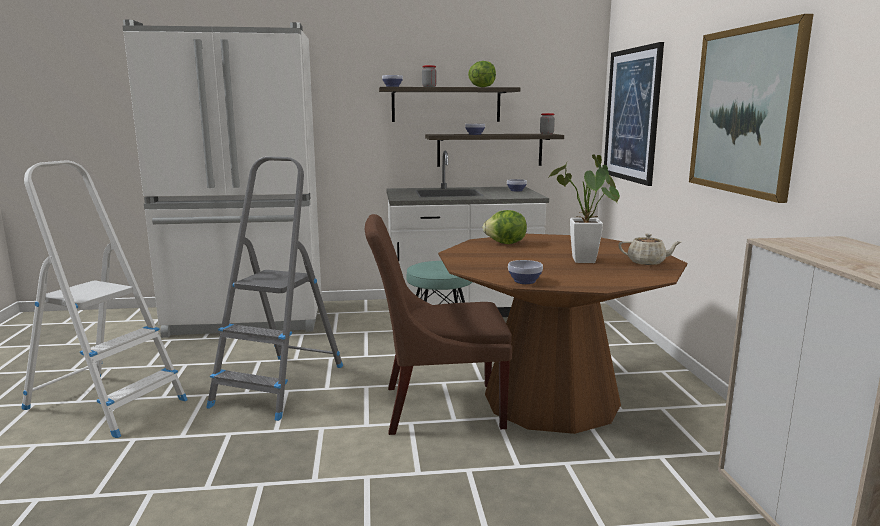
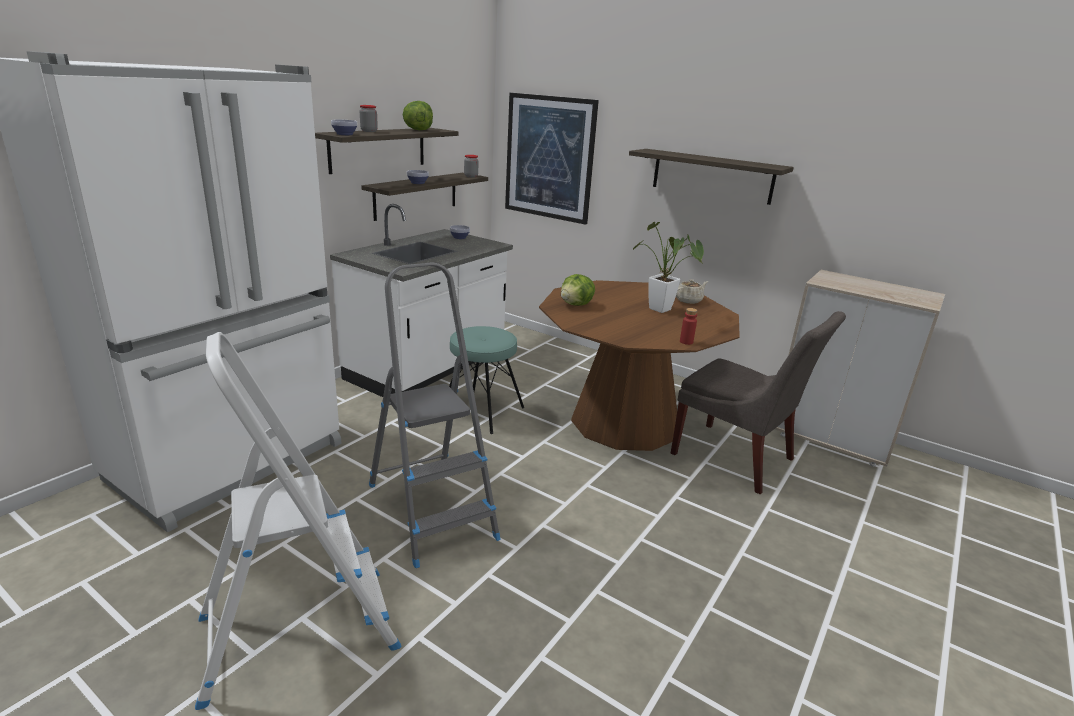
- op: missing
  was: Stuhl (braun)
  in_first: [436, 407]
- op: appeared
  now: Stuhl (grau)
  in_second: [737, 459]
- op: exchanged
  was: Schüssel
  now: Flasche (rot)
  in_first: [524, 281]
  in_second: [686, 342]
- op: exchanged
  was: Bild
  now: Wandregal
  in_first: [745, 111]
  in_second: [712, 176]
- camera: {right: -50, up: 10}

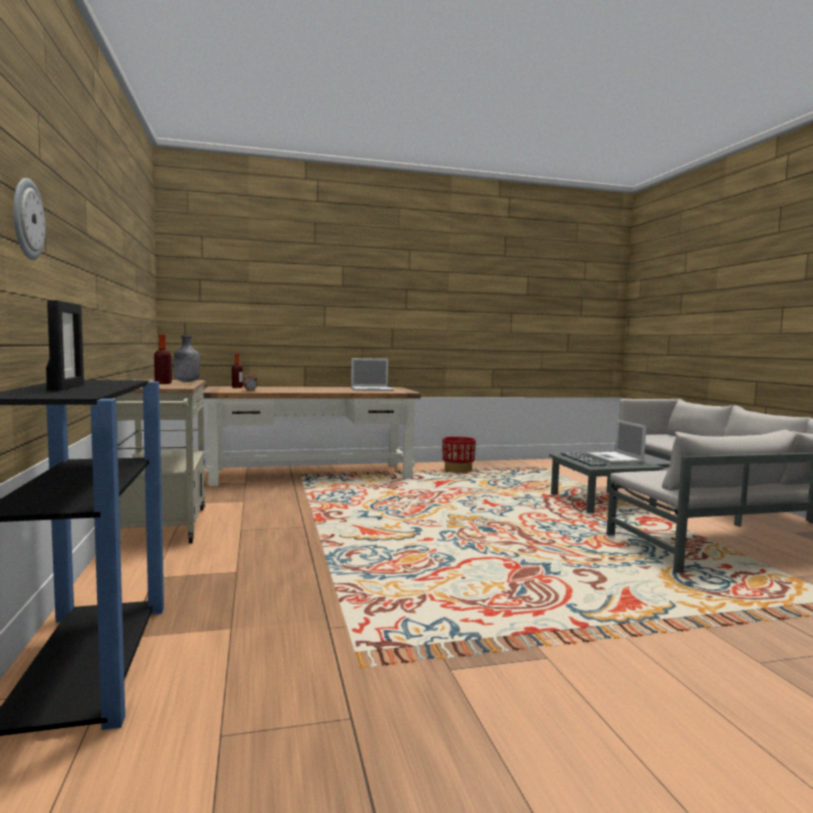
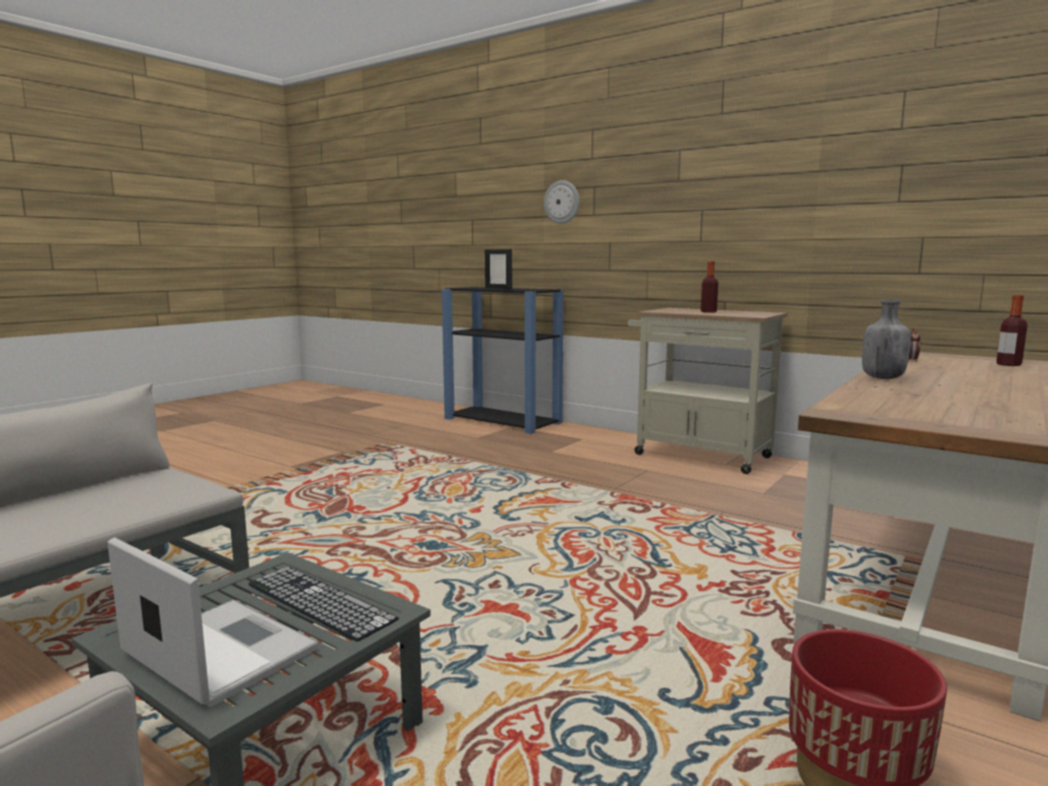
- op: missing
  was: Laptop
  in_first: [373, 389]
- op: relocated
  was: Flasche (grau)
  in_first: [186, 381]
  in_second: [882, 378]
- camera: {right: 140, up: 5}

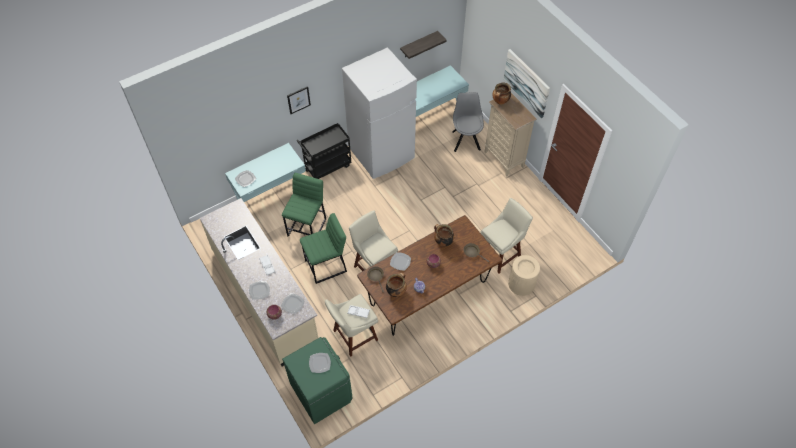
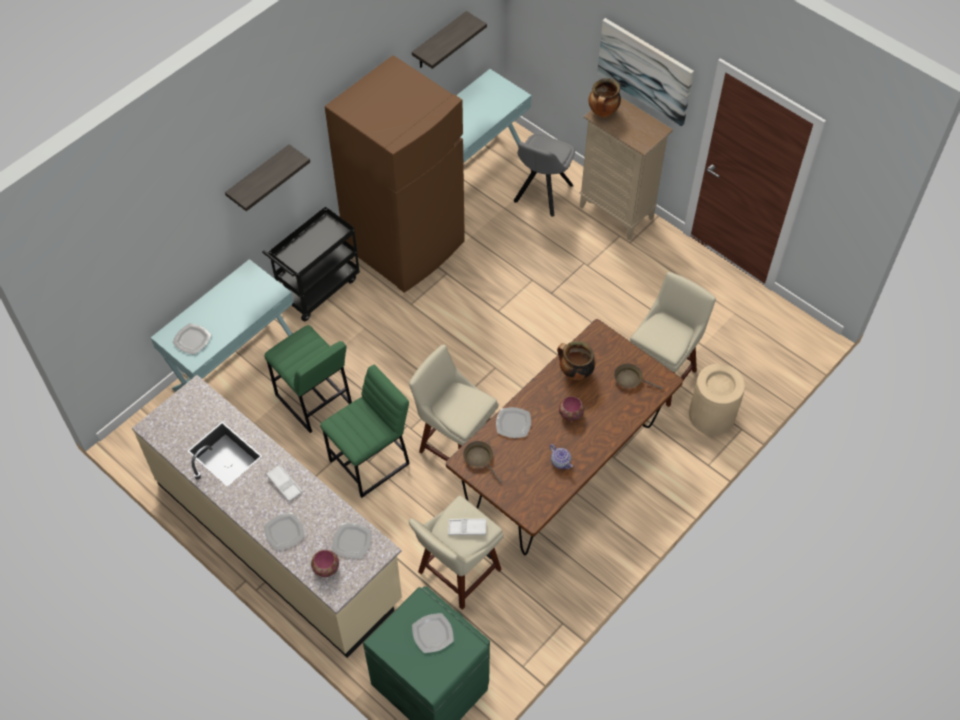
- op: missing
  was: Kochtopf
  in_first: [396, 291]
- op: exchanged
  was: Bild
  now: Wandregal
  in_first: [298, 100]
  in_second: [259, 178]
- op: colour
  was: Kühlschrank (weiß)
  now: Kühlschrank (braun)
  in_first: [381, 153]
  in_second: [405, 244]
- op: spun
  was: Stuhl (grün)
  in_first: [307, 226]
  in_second: [315, 400]
  clockwise: 135
- op: spun
  was: Stuhl (grau)
  in_first: [465, 140]
  in_second: [542, 193]
  clockwise: -135
- camera: {right: -15, up: 0}

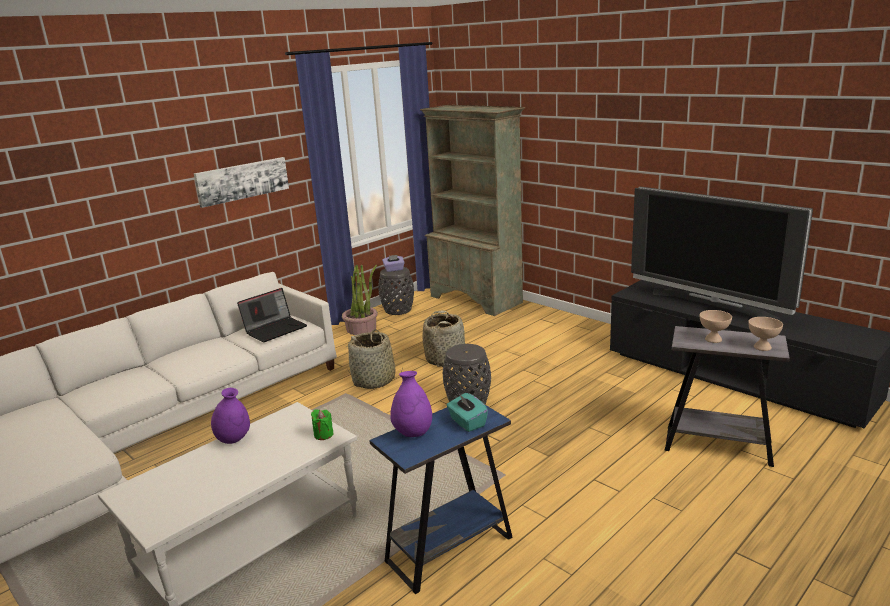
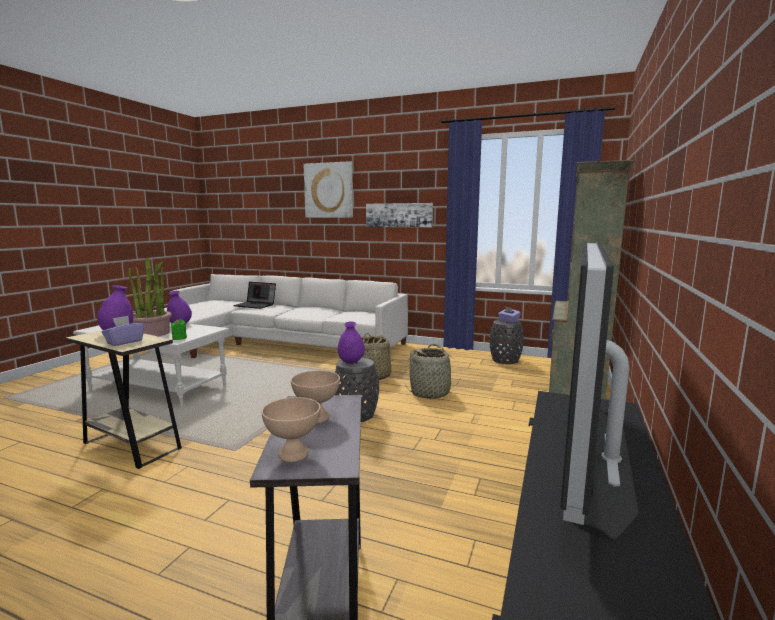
- op: appeared
  now: Bild
  in_second: [329, 190]
- op: appeared
  now: Vase (lila)
  in_second: [351, 362]
- op: relocated
  was: Laptop
  in_first: [275, 329]
  in_second: [256, 305]
- op: relocated
  was: Topfpflanze
  in_first: [361, 328]
  in_second: [151, 333]
- op: colour
  was: Beistelltisch (blau)
  now: Beistelltisch (beige)
  in_first: [449, 549]
  in_second: [132, 445]
- op: colour
  was: Taschentuchbox (türkis)
  now: Taschentuchbox (lila)
  in_first: [467, 422]
  in_second: [124, 342]
- camera: {right: 65, up: -10}

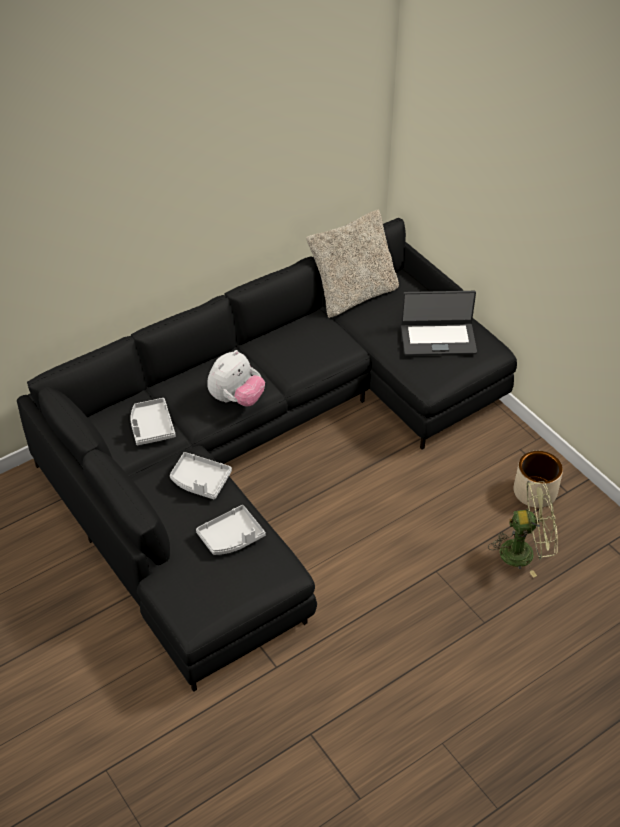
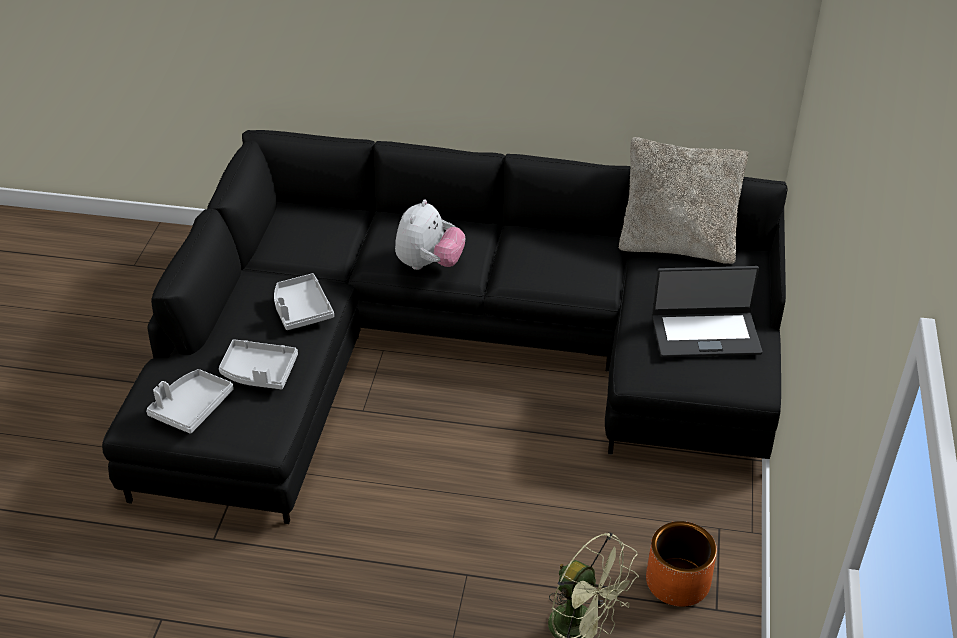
- op: relocated
  was: Tablett (grau)
  in_first: [151, 427]
  in_second: [191, 407]
- op: colour
  was: Pflanzkübel (beige)
  now: Pflanzkübel (orange)
  in_first: [534, 492]
  in_second: [677, 581]
- op: spun
  was: Plüschtier
  in_first: [236, 399]
  in_second: [429, 264]
  clockwise: -60
- op: spun
  was: Laptop
  in_first: [438, 339]
  in_second: [705, 334]
  clockwise: -45
- camera: {right: 45, up: -5}

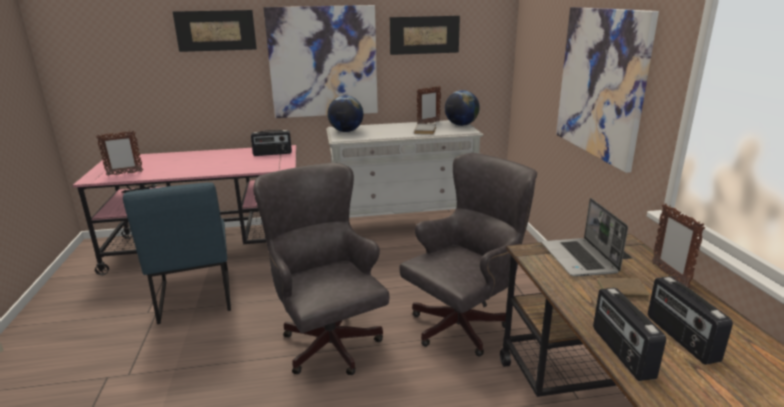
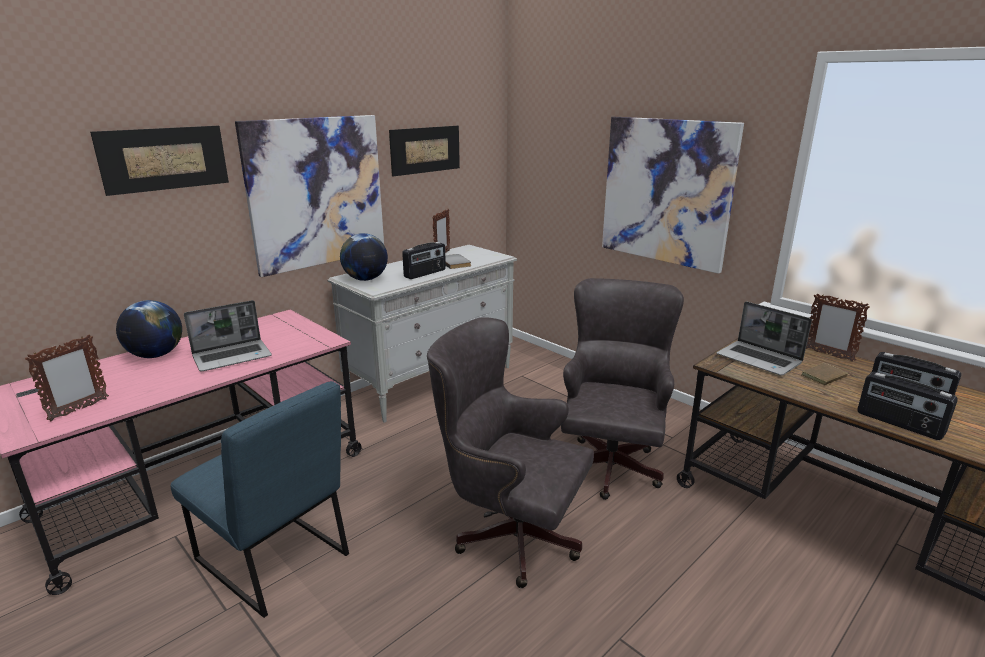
- op: appeared
  now: Laptop
  in_second: [233, 356]
- op: relocated
  was: Radio
  in_first: [272, 154]
  in_second: [425, 273]
- op: relocated
  was: Globus
  in_first: [461, 125]
  in_second: [156, 355]
- camera: {right: -35, up: 0}

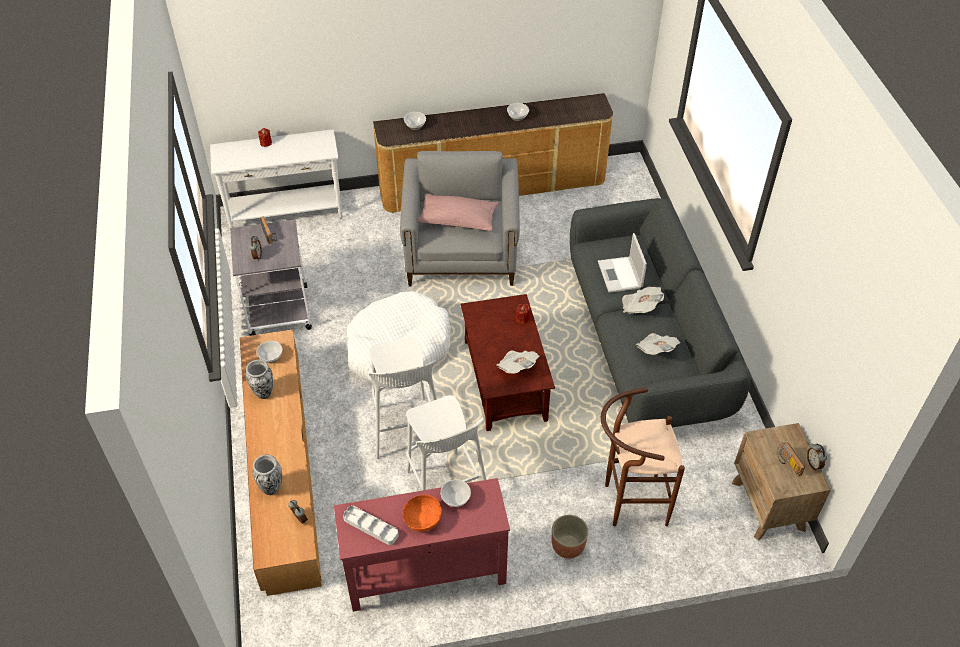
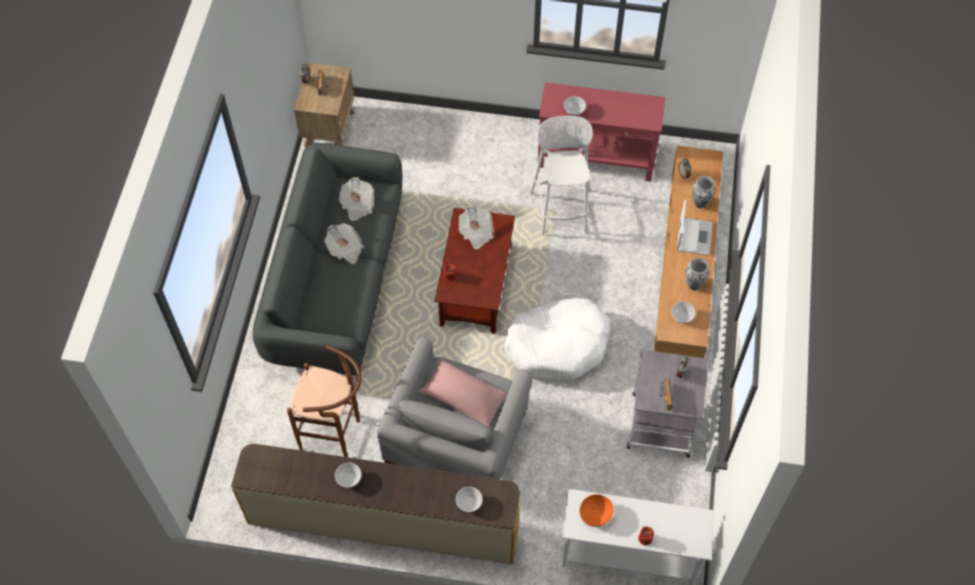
- op: missing
  was: Tablett (grau)
  in_first: [371, 527]
- op: missing
  was: Hocker (weiß)
  in_first: [405, 429]
- op: missing
  was: Pflanzkübel
  in_first: [568, 546]
- op: relocated
  was: Schüssel (orange)
  in_first: [422, 519]
  in_second: [595, 514]
- op: relocated
  was: Laptop
  in_first: [620, 275]
  in_second: [694, 235]
- op: relocated
  was: Hocker (braun)
  in_first: [628, 503]
  in_second: [336, 435]
- camera: {right: -160, up: 10}

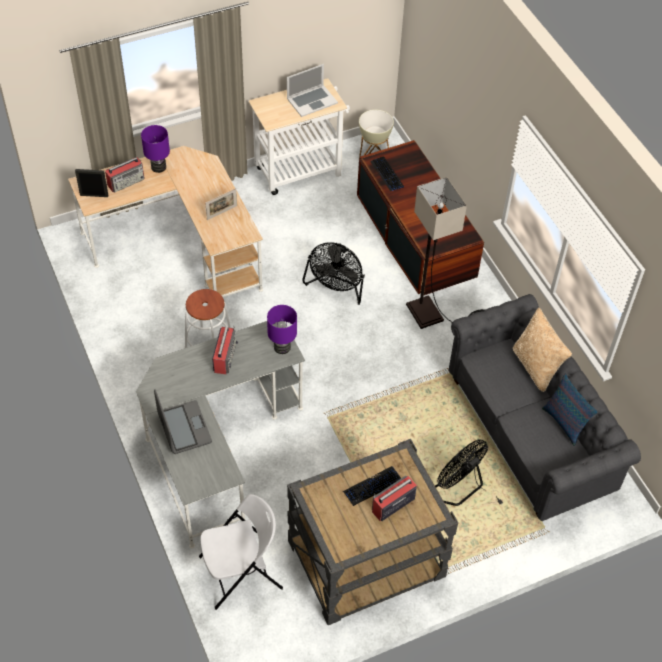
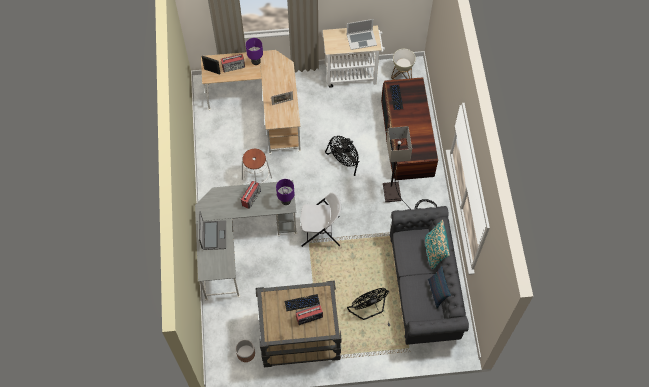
- op: appeared
  now: Pflanzkübel
  in_second: [245, 353]
- op: relocated
  was: Stuhl (weiß)
  in_first: [240, 572]
  in_second: [320, 231]
- op: colour
  was: Kissen (beige)
  now: Kissen (türkis)
  in_first: [535, 368]
  in_second: [434, 252]
- camera: {right: 20, up: 10}

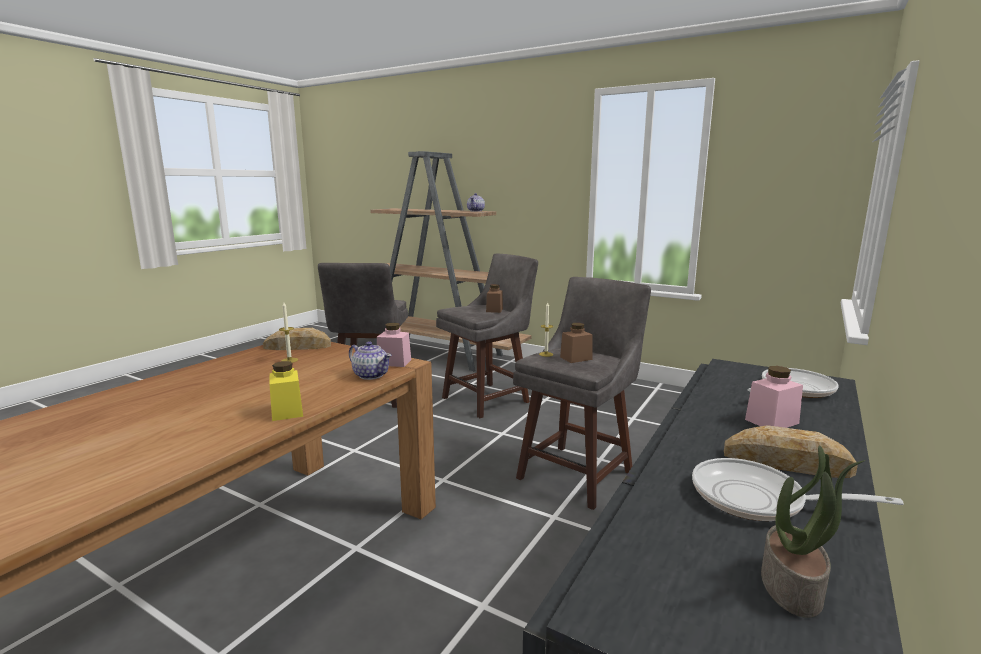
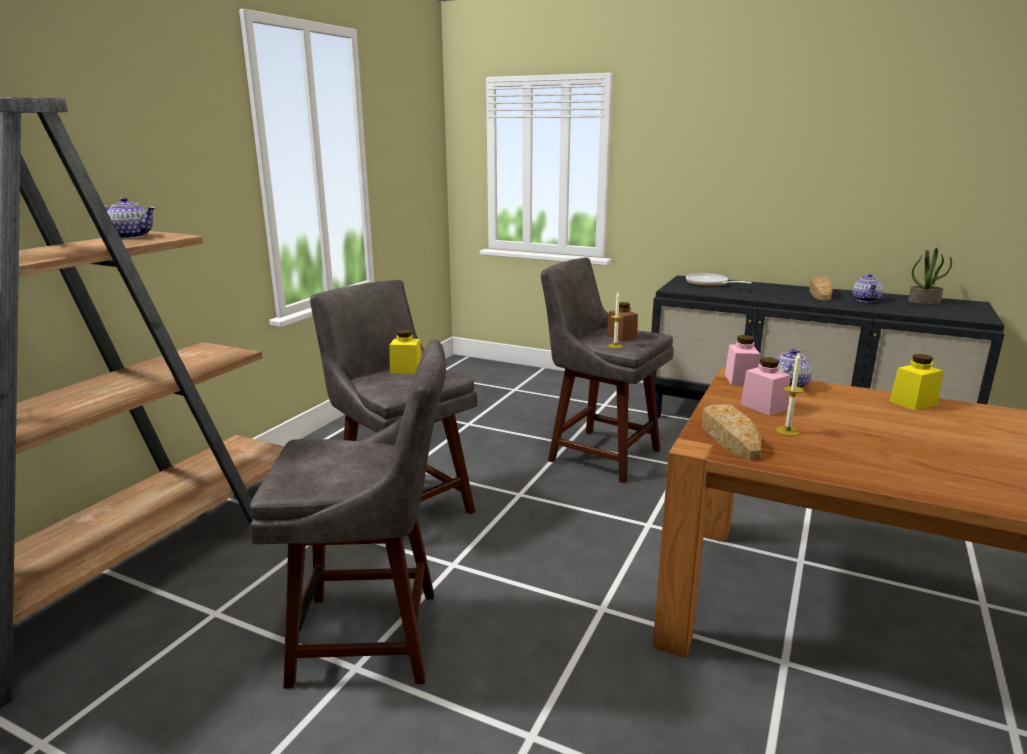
- op: relocated
  was: Vorratsglas (rosa)
  in_first: [771, 421]
  in_second: [763, 406]
- op: exchanged
  was: Pfanne
  now: Teekanne
  in_first: [757, 499]
  in_second: [866, 300]
- op: colour
  was: Vorratsglas (braun)
  now: Vorratsglas (gelb)
  in_first: [494, 310]
  in_second: [406, 369]
- camera: {right: -95, up: 5}

